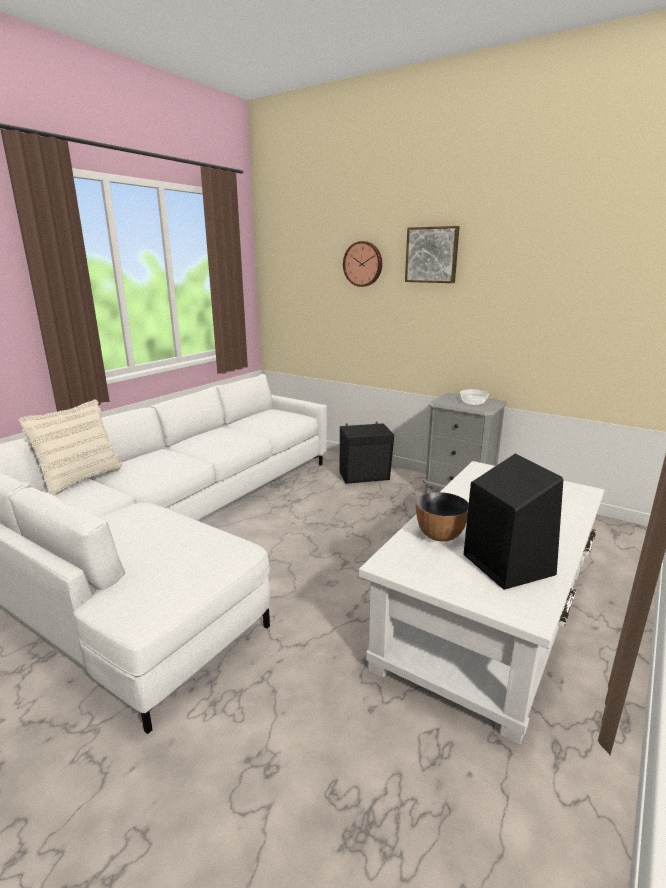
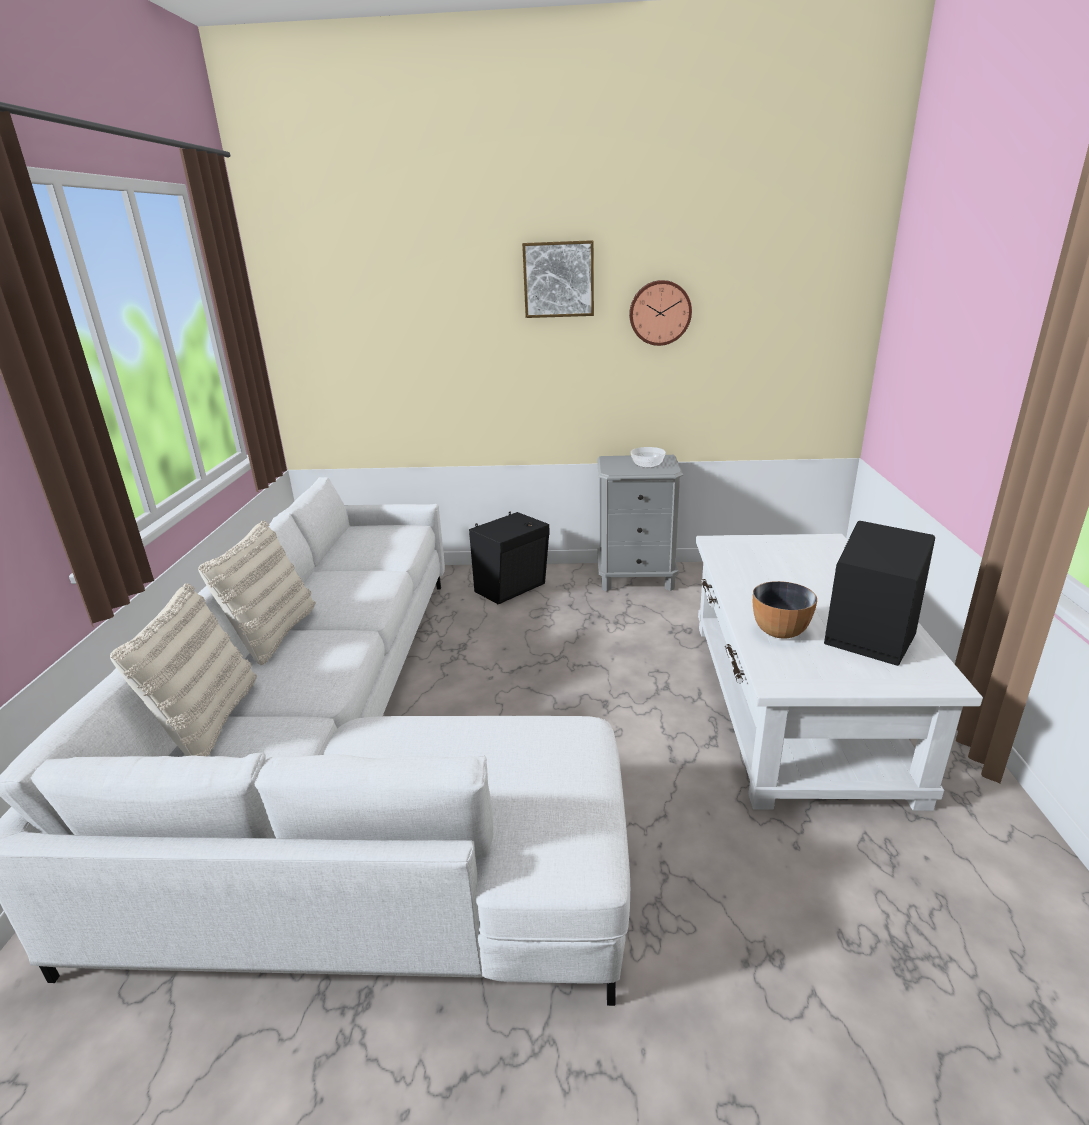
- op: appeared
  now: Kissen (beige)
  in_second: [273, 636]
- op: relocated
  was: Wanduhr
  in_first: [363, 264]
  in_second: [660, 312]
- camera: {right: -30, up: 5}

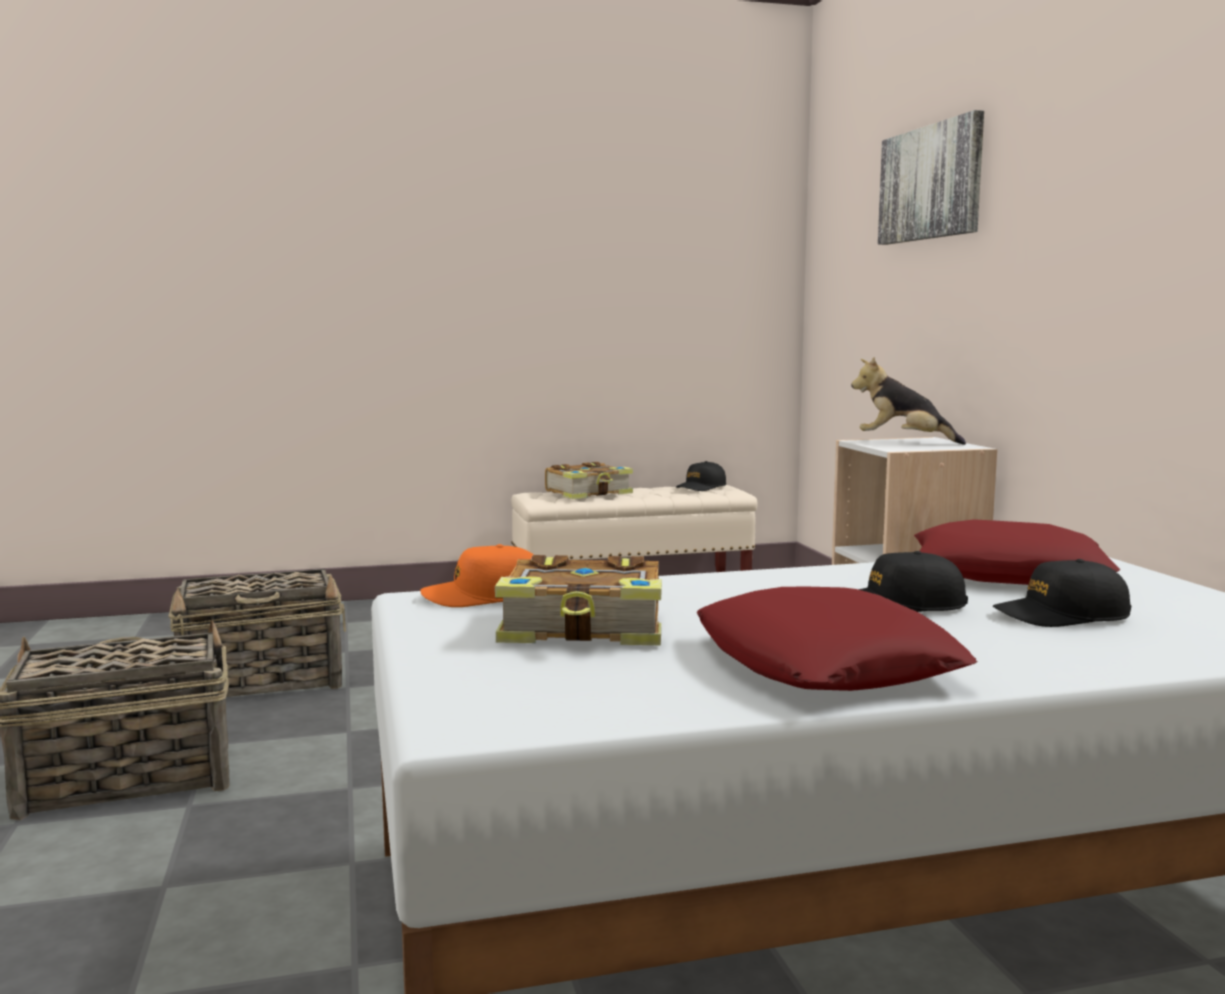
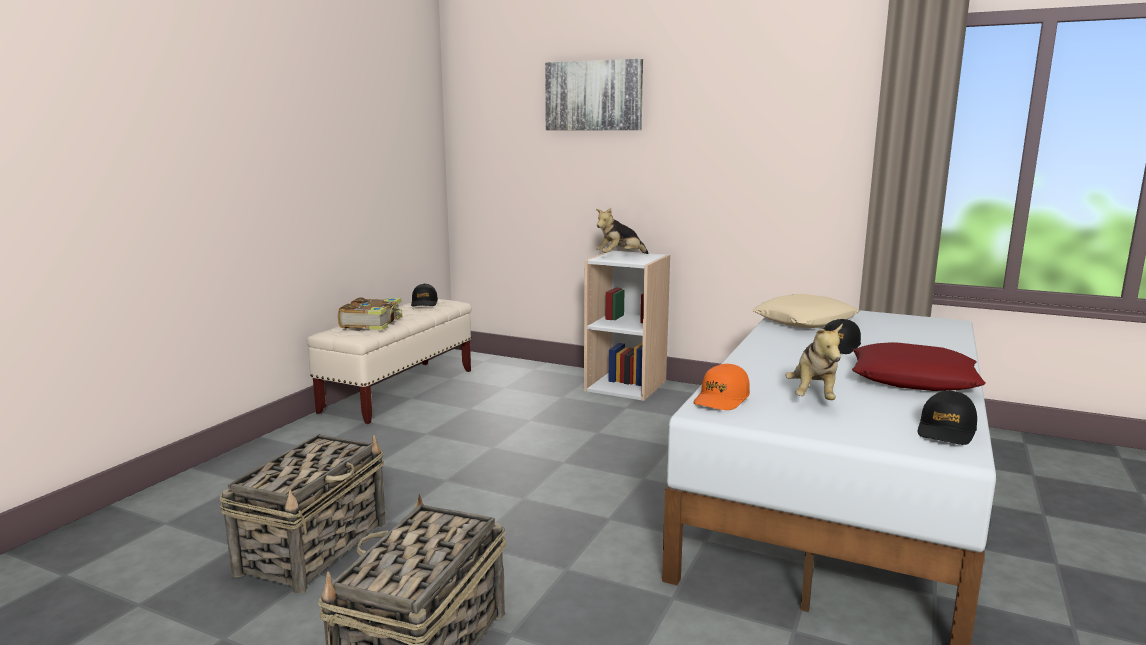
- op: relocated
  was: Kappe (schwarz)
  in_first: [1061, 616]
  in_second: [946, 430]
- op: exchanged
  was: Buch
  now: Plüschtier
  in_first: [585, 628]
  in_second: [813, 397]
- op: colour
  was: Kissen (rot)
  now: Kissen (beige)
  in_first: [1007, 572]
  in_second: [804, 321]
- camera: {right: -50, up: 5}

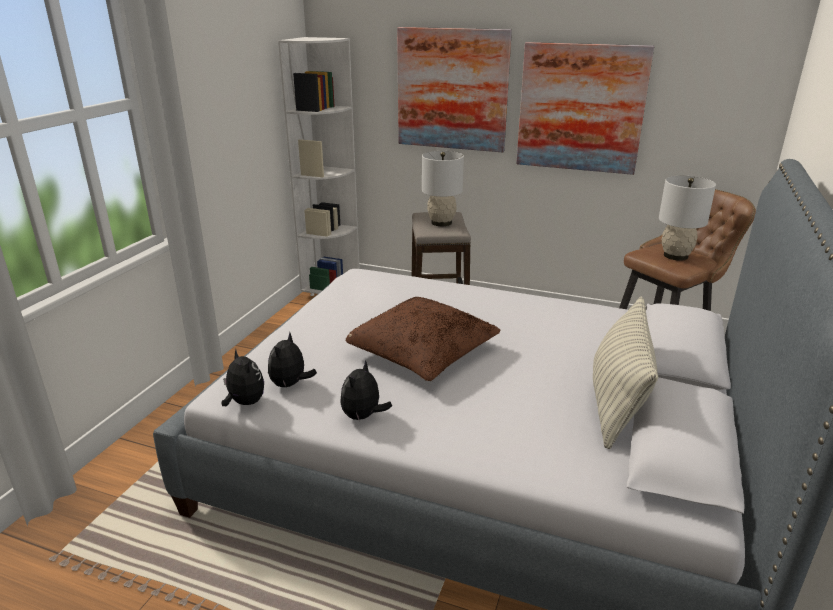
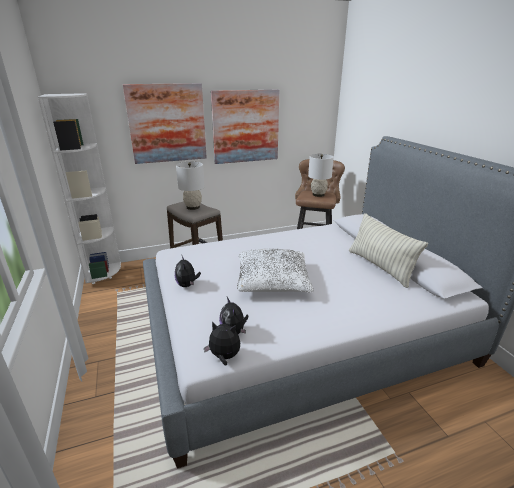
- op: relocated
  was: Plüschtier
  in_first: [363, 416]
  in_second: [187, 285]
- op: colour
  was: Kissen (braun)
  now: Kissen (weiß)
  in_first: [421, 351]
  in_second: [273, 280]
- camera: {right: -40, up: 0}

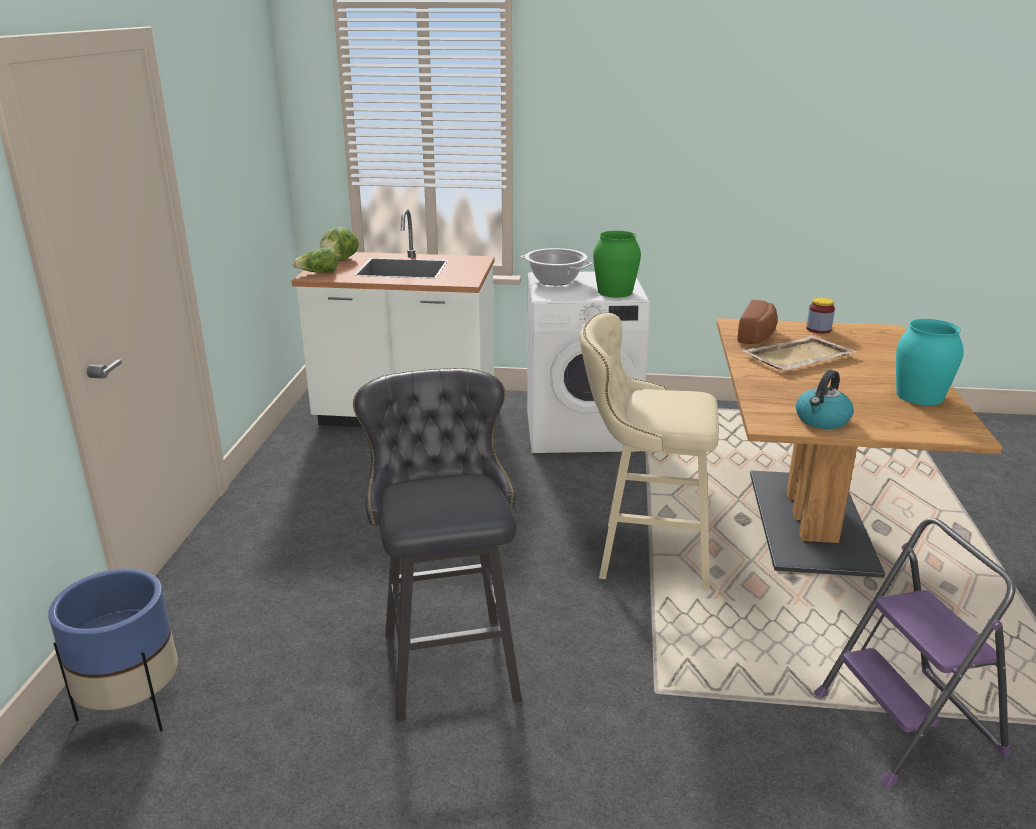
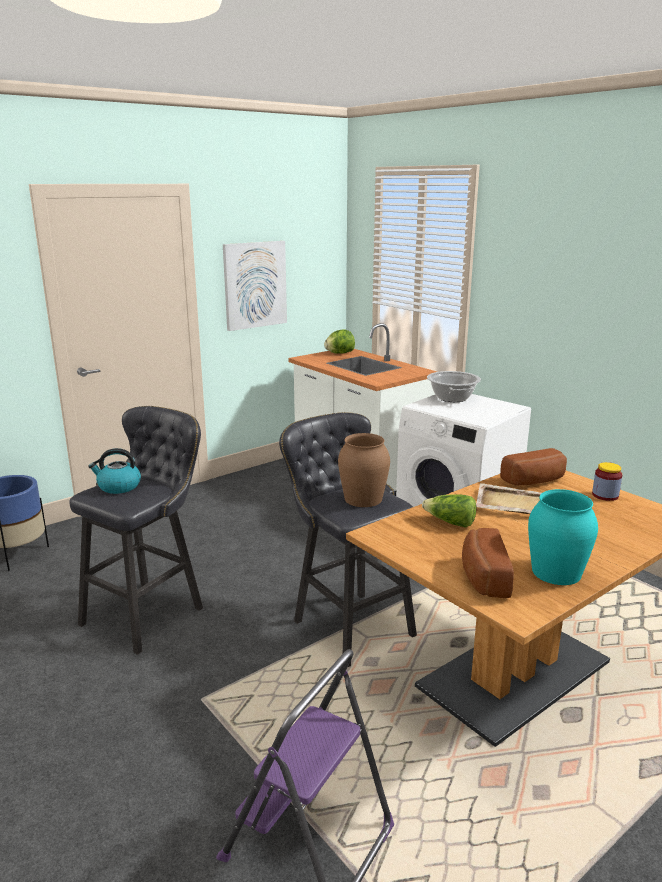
- op: missing
  was: Vase (grün)
  in_first: [614, 292]
- op: appeared
  now: Bild
  in_second: [255, 285]
- op: appeared
  now: Vase (braun)
  in_second: [363, 498]
- op: appeared
  now: Brot
  in_second: [482, 577]
- op: relocated
  was: Salatkopf
  in_first: [318, 273]
  in_second: [450, 523]
- op: relocated
  was: Wasserkessel
  in_first: [822, 420]
  in_second: [118, 487]
- op: colour
  was: Hocker (beige)
  now: Hocker (schwarz)
  in_first: [638, 552]
  in_second: [346, 621]
- camera: {right: 45, up: -5}

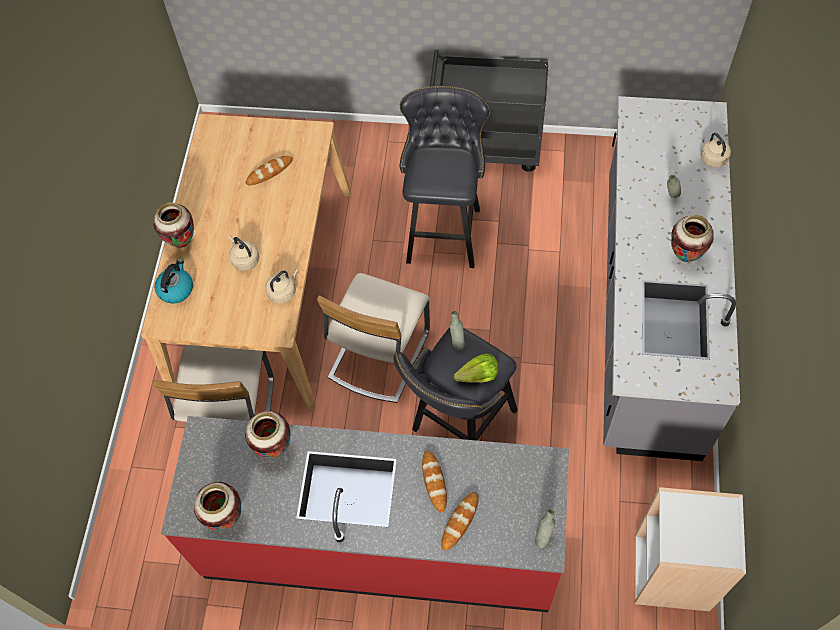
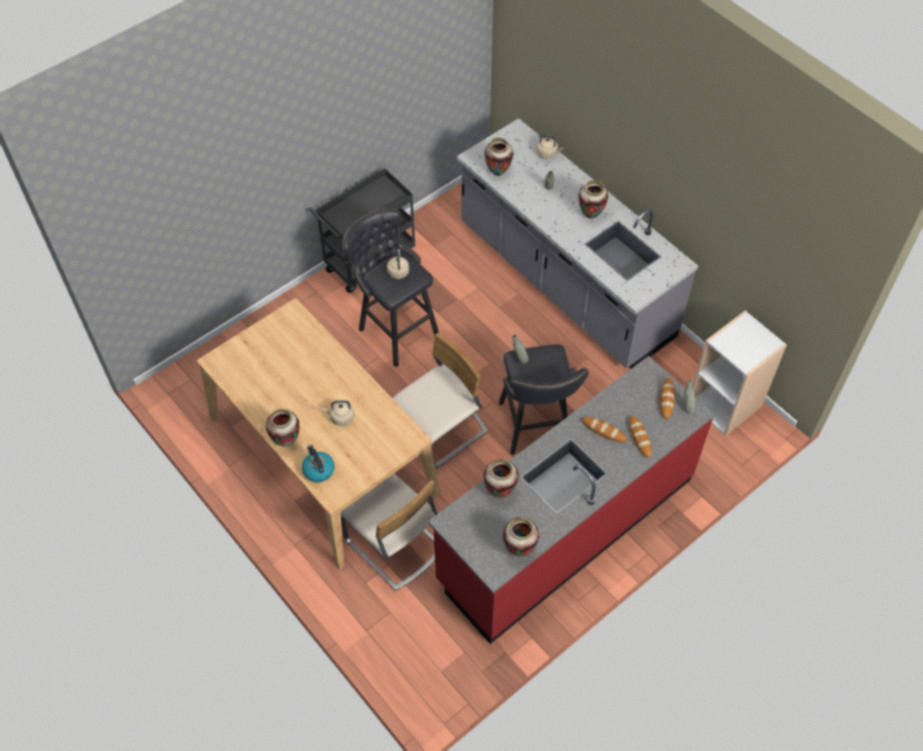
- op: missing
  was: Salatkopf
  in_first: [478, 376]
- op: appeared
  now: Vase
  in_second: [498, 172]
- op: relocated
  was: Brot
  in_first: [269, 172]
  in_second: [667, 399]
- op: relocated
  was: Wasserkessel (beige)
  in_first: [283, 292]
  in_second: [398, 271]
- op: spun
  was: Stuhl (beige)
  in_first: [378, 354]
  in_second: [441, 431]
  clockwise: -105
- camera: {right: -50, up: -5}

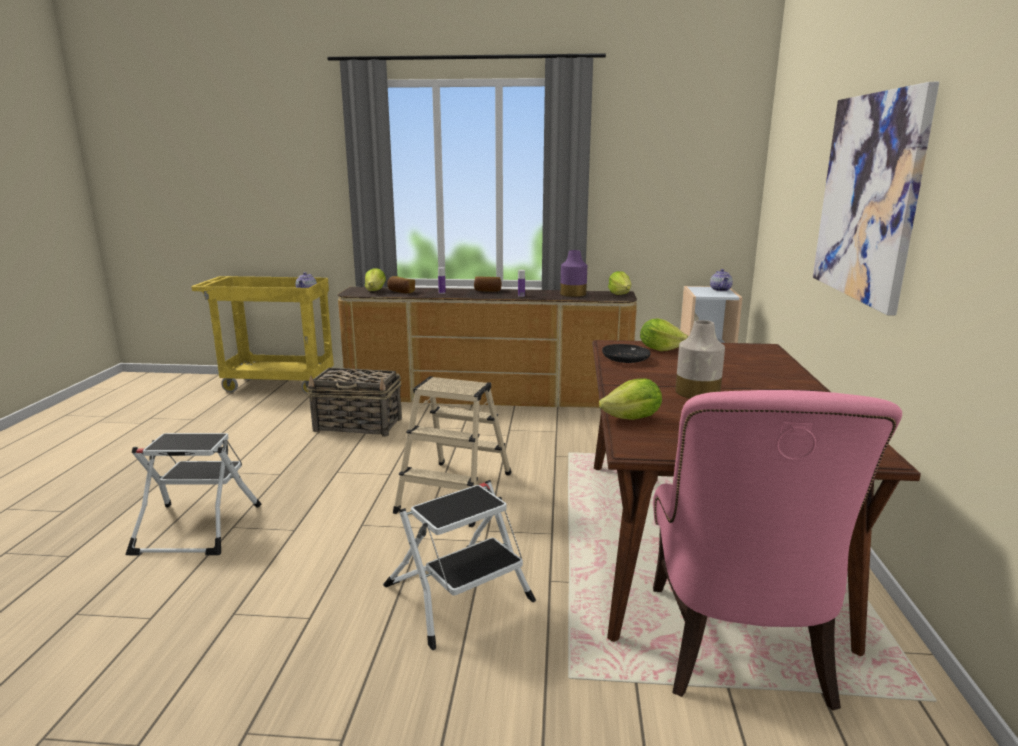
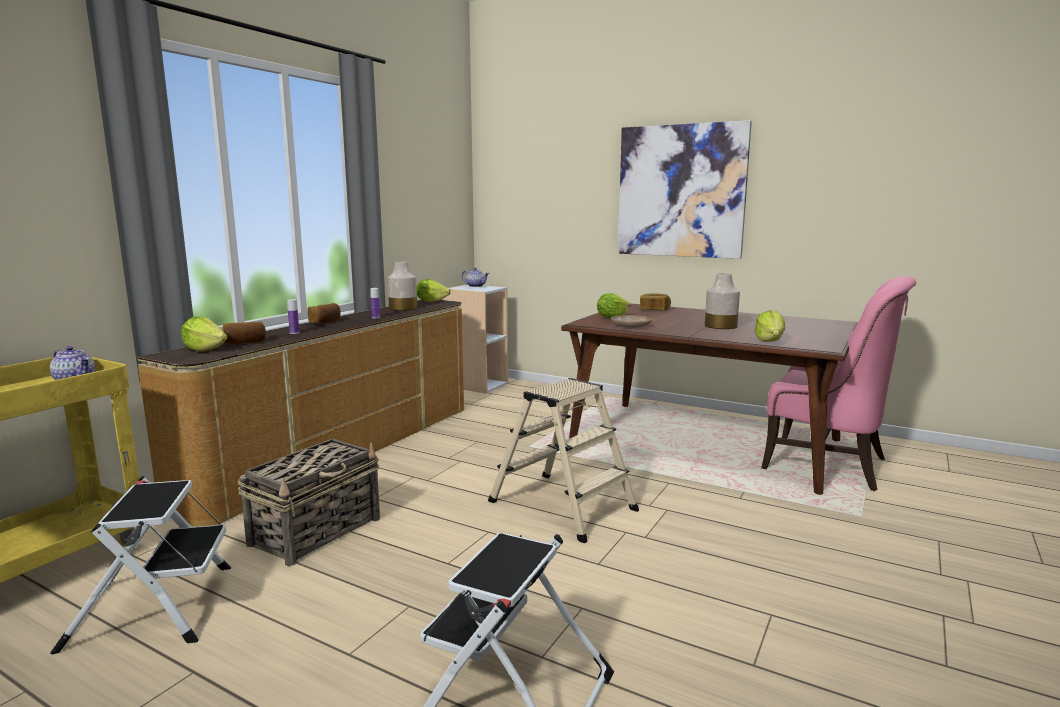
- op: appeared
  now: Brot
  in_second: [654, 310]
- op: relocated
  was: Trittleiter
  in_first: [457, 595]
  in_second: [153, 608]
- op: colour
  was: Vase (lila)
  now: Vase (beige)
  in_first: [573, 294]
  in_second: [402, 308]
- op: colour
  was: Teller (schwarz)
  now: Teller (beige)
  in_first: [625, 359]
  in_second: [630, 326]
- camera: {right: -65, up: -5}

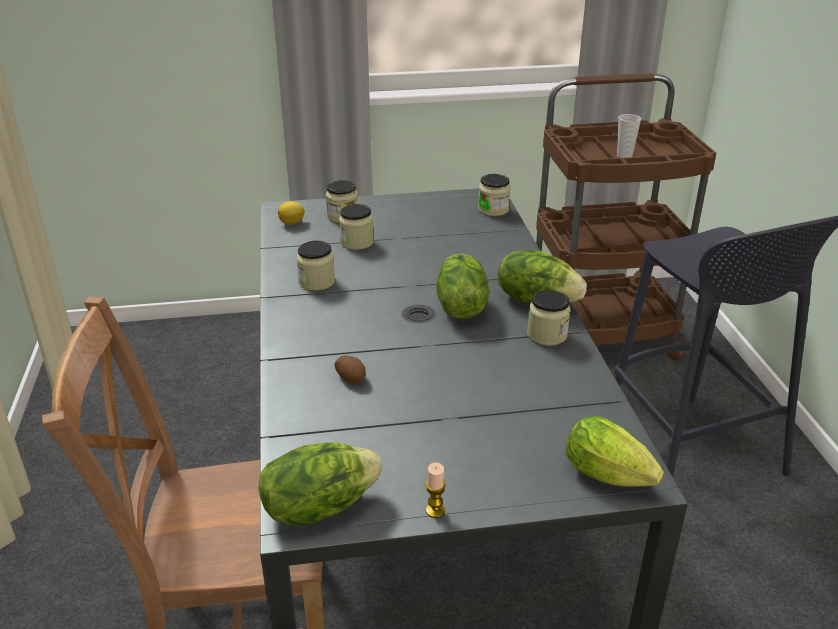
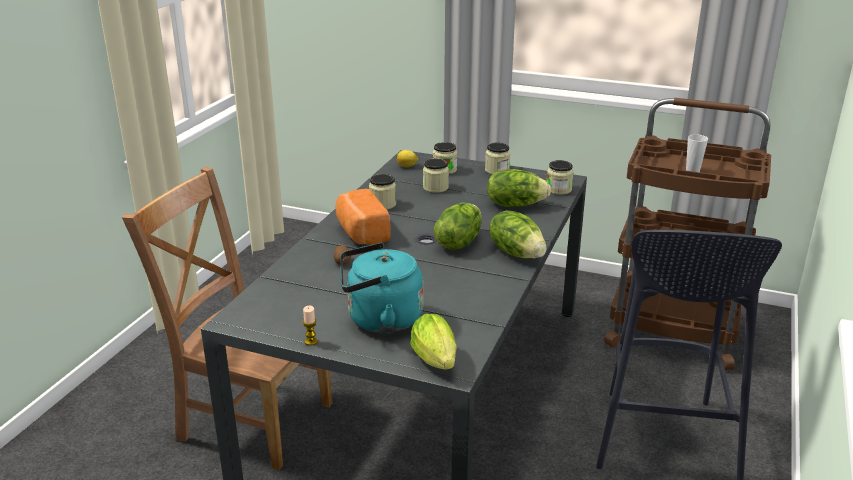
- op: appeared
  now: Brot
  in_second: [361, 233]
- op: appeared
  now: Wasserkessel (türkis)
  in_second: [380, 319]
- op: relocated
  was: Salatkopf
  in_first: [319, 506]
  in_second: [515, 204]
- op: relocated
  was: Vorratsglas
  in_first: [547, 335]
  in_second: [497, 170]
- camera: {right: 30, up: -5}

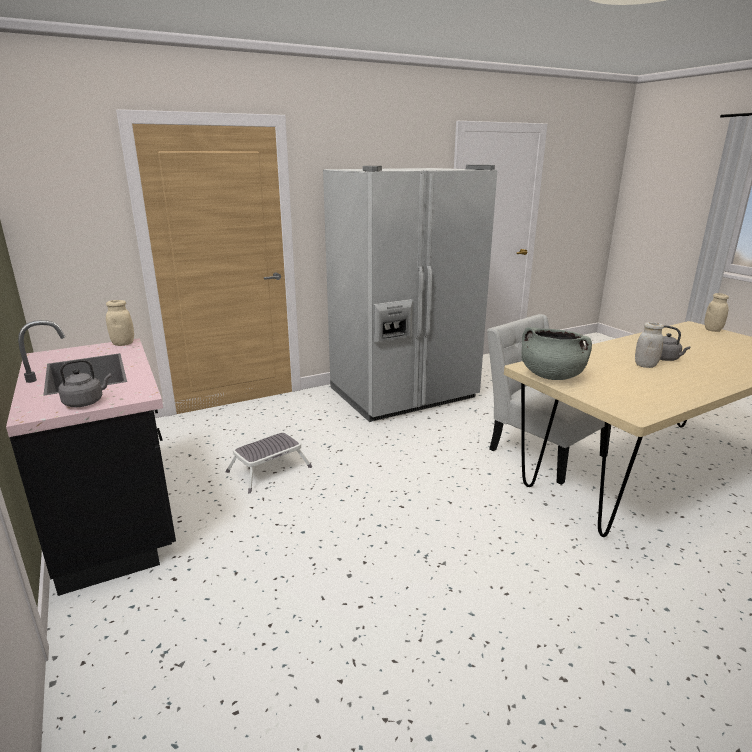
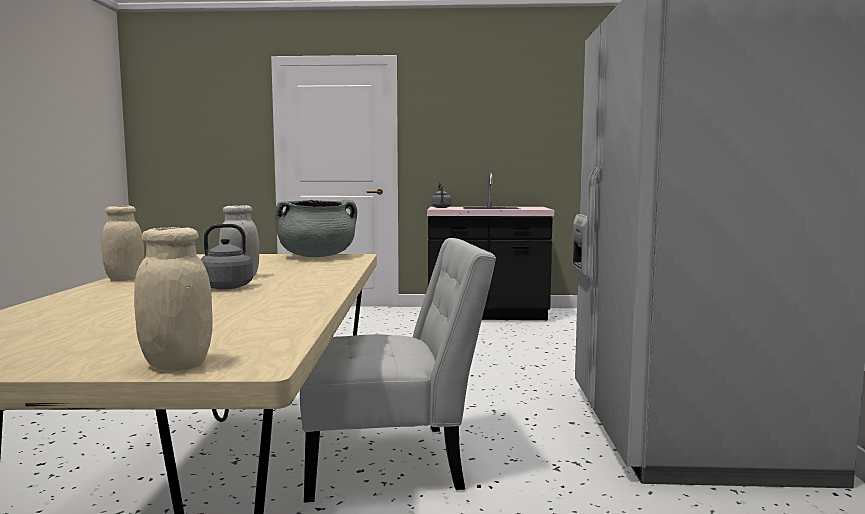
- op: missing
  was: Trittleiter (grau)
  in_first: [269, 469]
- op: relocated
  was: Vorratsglas (beige)
  in_first: [123, 343]
  in_second: [125, 279]
- camera: {right: 120, up: -15}

